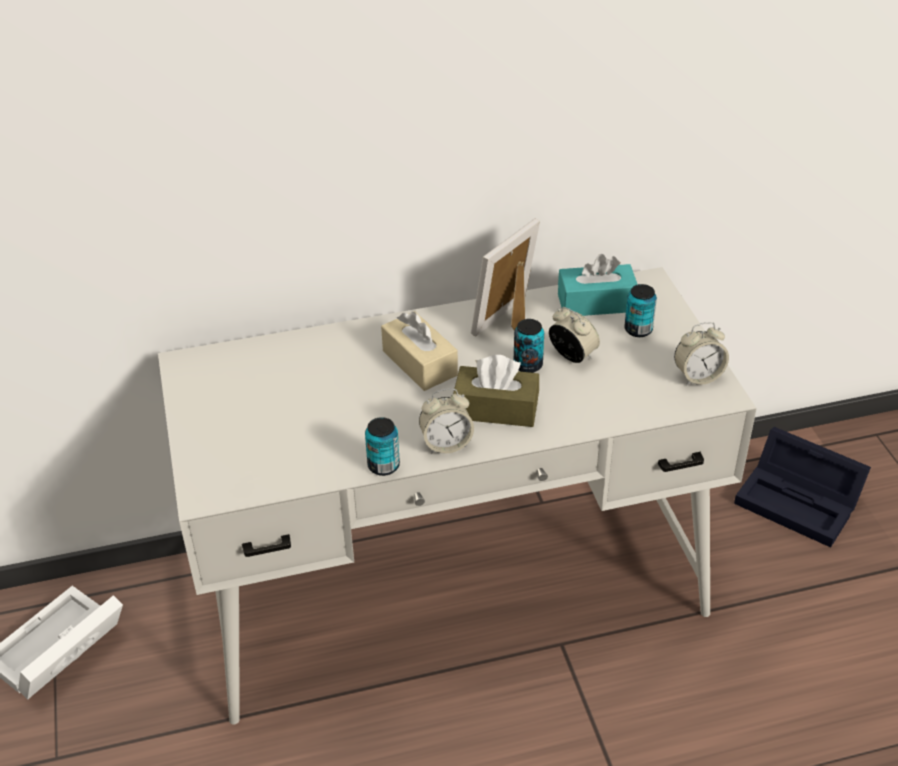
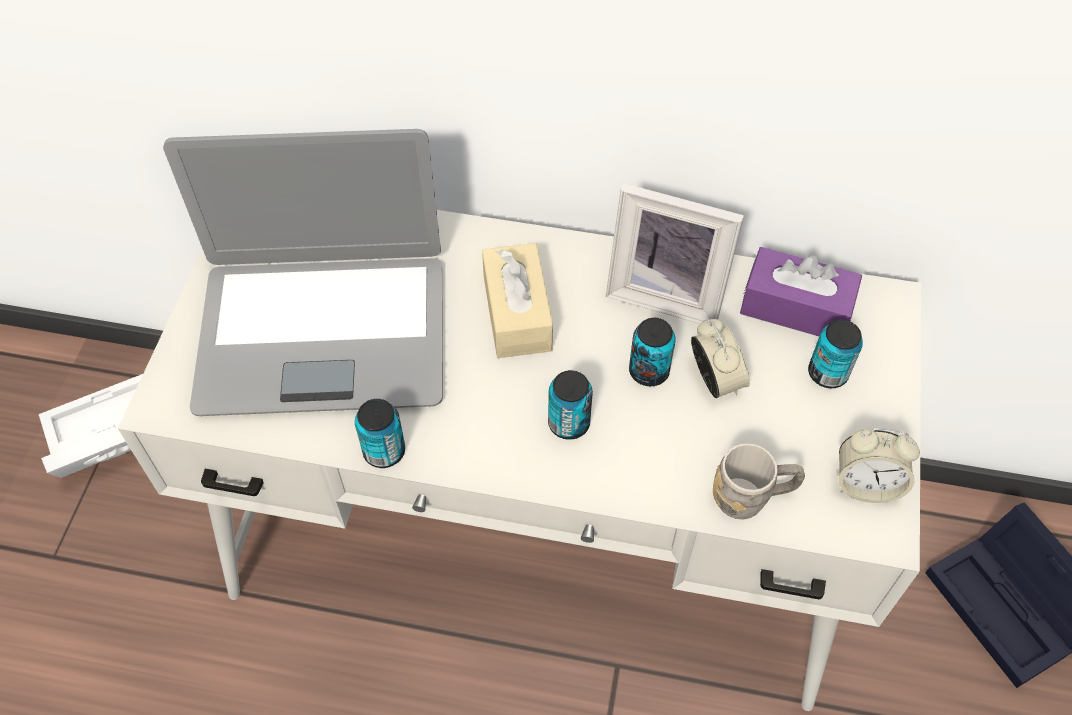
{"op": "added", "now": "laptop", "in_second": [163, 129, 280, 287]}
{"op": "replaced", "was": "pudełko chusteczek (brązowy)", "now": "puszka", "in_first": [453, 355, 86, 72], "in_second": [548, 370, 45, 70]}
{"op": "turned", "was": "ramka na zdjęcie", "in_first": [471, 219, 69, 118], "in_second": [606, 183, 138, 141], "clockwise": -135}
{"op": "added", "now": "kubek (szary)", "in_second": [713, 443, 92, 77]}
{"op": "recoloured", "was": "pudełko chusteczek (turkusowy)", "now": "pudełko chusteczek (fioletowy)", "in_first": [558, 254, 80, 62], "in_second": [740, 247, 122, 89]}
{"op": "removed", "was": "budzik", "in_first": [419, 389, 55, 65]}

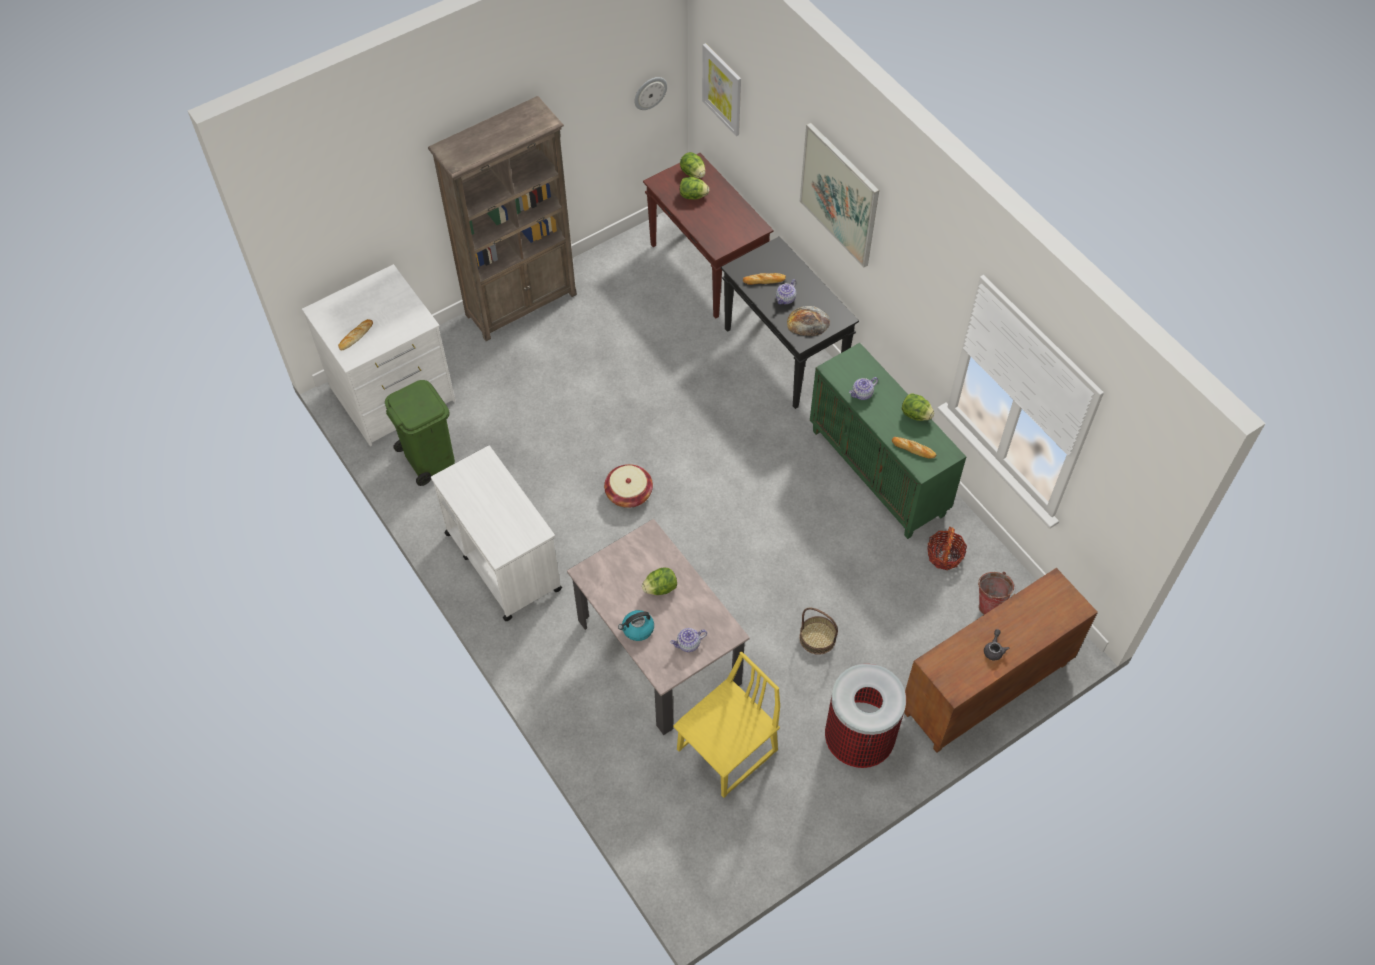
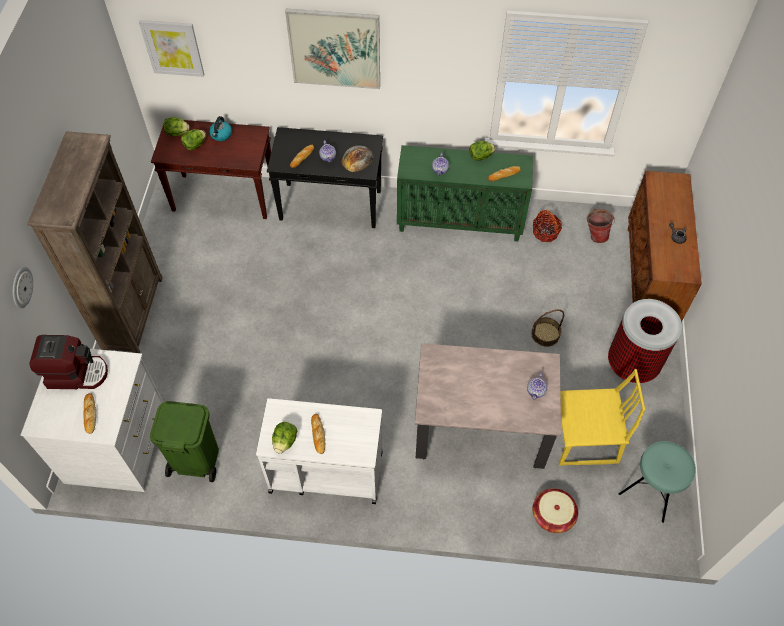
{"op": "moved", "was": "zegar ścienny", "in_first": [634, 77, 33, 33], "in_second": [13, 266, 20, 42]}
{"op": "added", "now": "ekspres do kawy", "in_second": [29, 335, 79, 54]}
{"op": "moved", "was": "czajnik", "in_first": [618, 610, 36, 31], "in_second": [209, 116, 23, 25]}
{"op": "moved", "was": "sałata", "in_first": [642, 567, 35, 28], "in_second": [272, 422, 26, 31]}
{"op": "added", "now": "chleb", "in_second": [311, 414, 14, 40]}
{"op": "moved", "was": "koszyk", "in_first": [604, 464, 49, 44], "in_second": [532, 488, 46, 45]}
{"op": "turned", "was": "krzesło (żółty)", "in_first": [673, 651, 107, 147], "in_second": [559, 369, 86, 97], "clockwise": 90}
{"op": "added", "now": "stołek (turkusowy)", "in_second": [619, 441, 77, 82]}

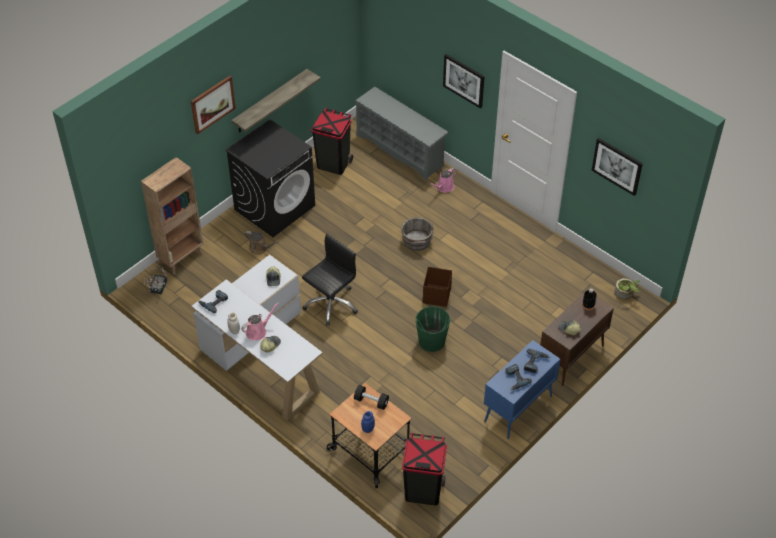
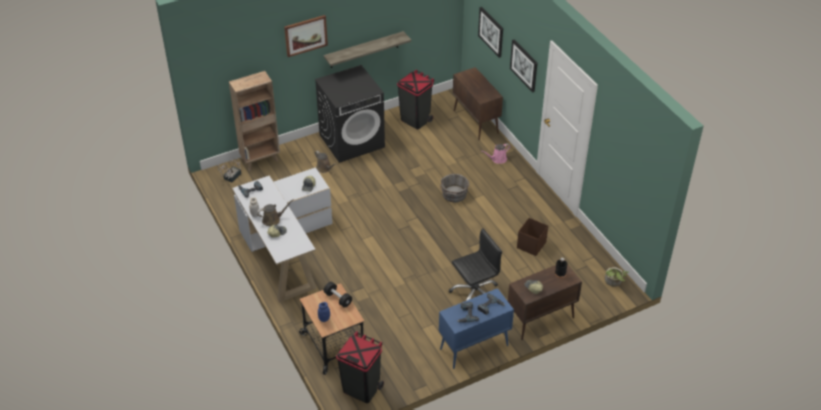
{"op": "recoloured", "was": "konewka (różowy)", "now": "konewka (brązowy)", "in_first": [241, 302, 37, 38], "in_second": [257, 199, 37, 27]}
{"op": "moved", "was": "krzesło biurowe (czarny)", "in_first": [302, 234, 56, 92], "in_second": [449, 228, 53, 73]}
{"op": "replaced", "was": "regał na buty (szary)", "now": "szafka (brązowy)", "in_first": [355, 87, 94, 93], "in_second": [453, 67, 50, 73]}
{"op": "moved", "was": "obraz", "in_first": [592, 138, 51, 58], "in_second": [478, 7, 25, 51]}
{"op": "moved", "was": "pojemnik do przechowywania (brązowy)", "in_first": [423, 267, 29, 40], "in_second": [517, 218, 31, 38]}
{"op": "removed", "was": "wiadro (zielony)", "in_first": [416, 306, 34, 46]}

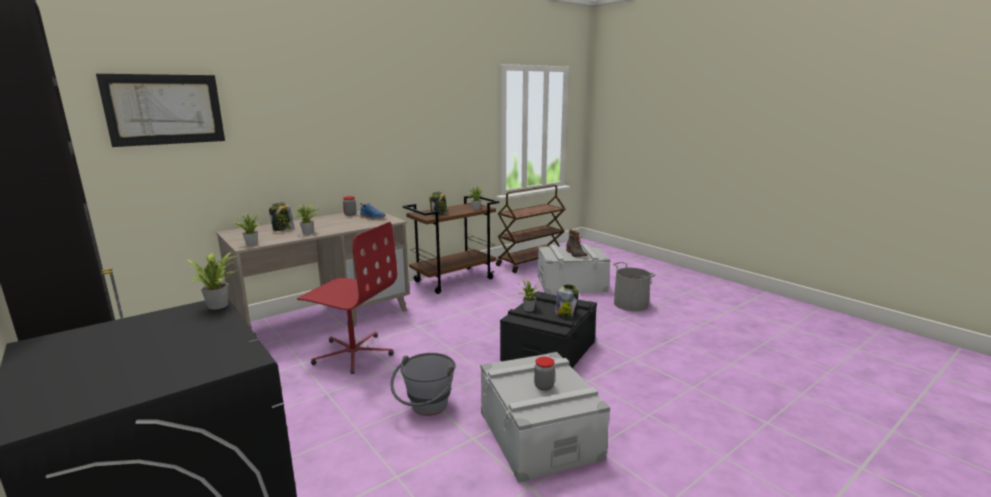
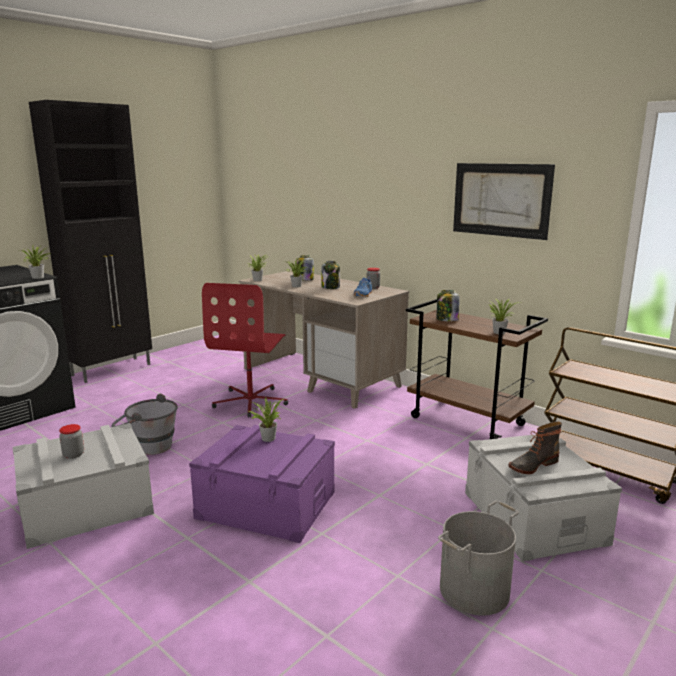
{"op": "recoloured", "was": "pojemnik do przechowywania (czarny)", "now": "pojemnik do przechowywania (fioletowy)", "in_first": [500, 291, 97, 77], "in_second": [189, 425, 146, 118]}
{"op": "moved", "was": "słoik", "in_first": [555, 285, 24, 32], "in_second": [321, 261, 19, 28]}
{"op": "moved", "was": "obraz", "in_first": [96, 74, 129, 73], "in_second": [453, 163, 102, 77]}

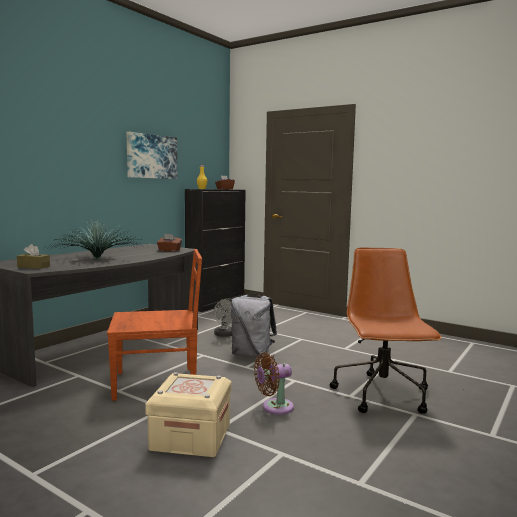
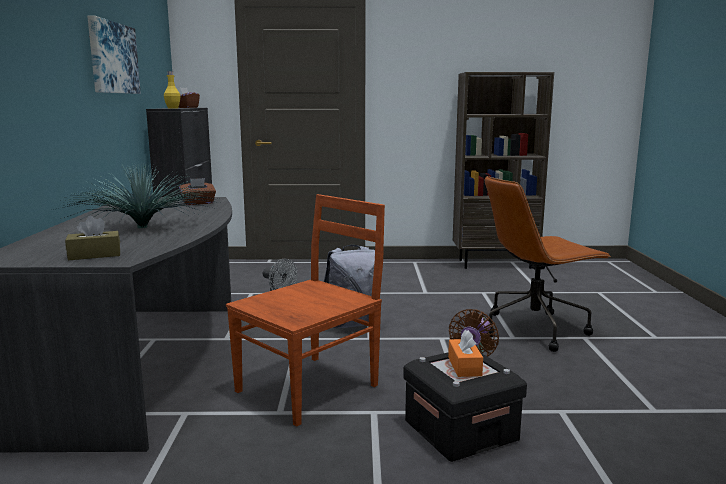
{"op": "recoloured", "was": "pojemnik do przechowywania (beżowy)", "now": "pojemnik do przechowywania (czarny)", "in_first": [145, 372, 87, 85], "in_second": [403, 352, 124, 110]}
{"op": "added", "now": "pudełko chusteczek (pomarańczowy)", "in_second": [448, 330, 35, 47]}
{"op": "added", "now": "regał (brązowy)", "in_second": [453, 72, 101, 197]}
{"op": "turned", "was": "krzesło biurowe (brązowy)", "in_first": [330, 247, 112, 167], "in_second": [485, 176, 126, 176], "clockwise": -75}

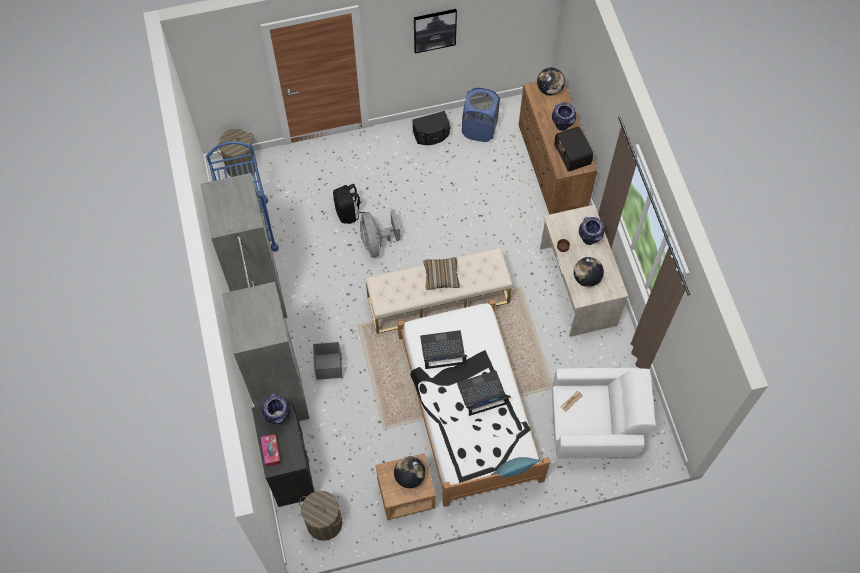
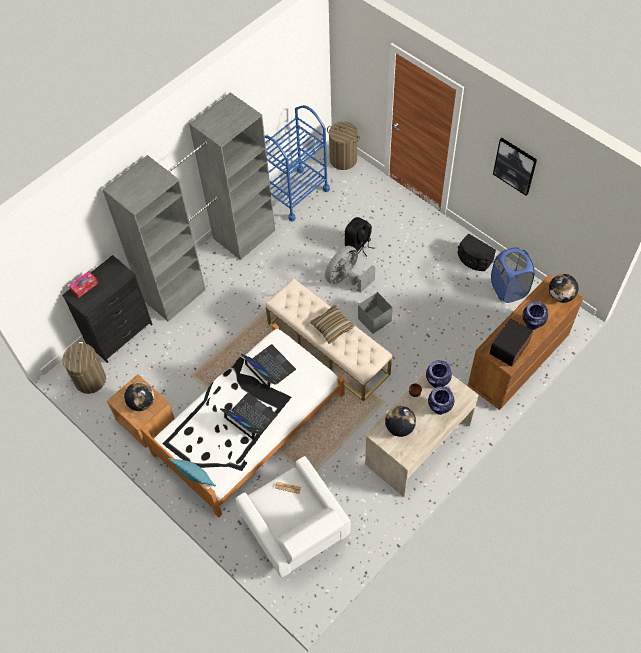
{"op": "moved", "was": "pojemnik do przechowywania (szary)", "in_first": [313, 342, 29, 38], "in_second": [358, 292, 35, 42]}
{"op": "moved", "was": "wazon", "in_first": [262, 394, 28, 30], "in_second": [426, 360, 26, 28]}

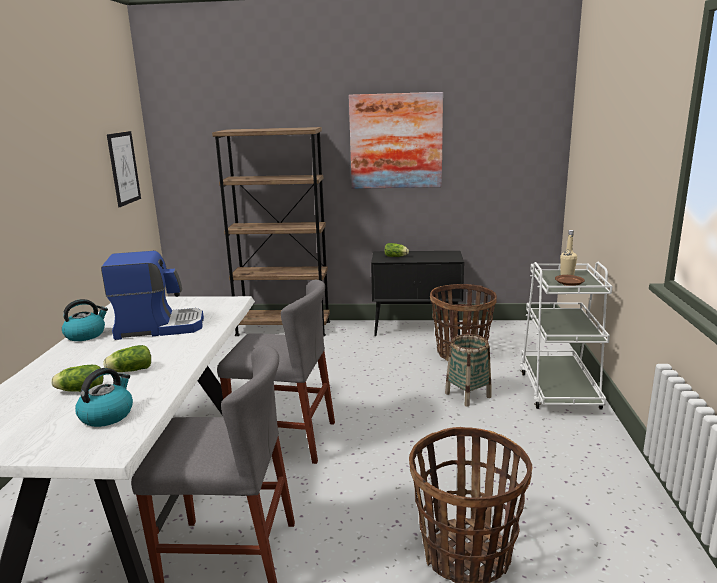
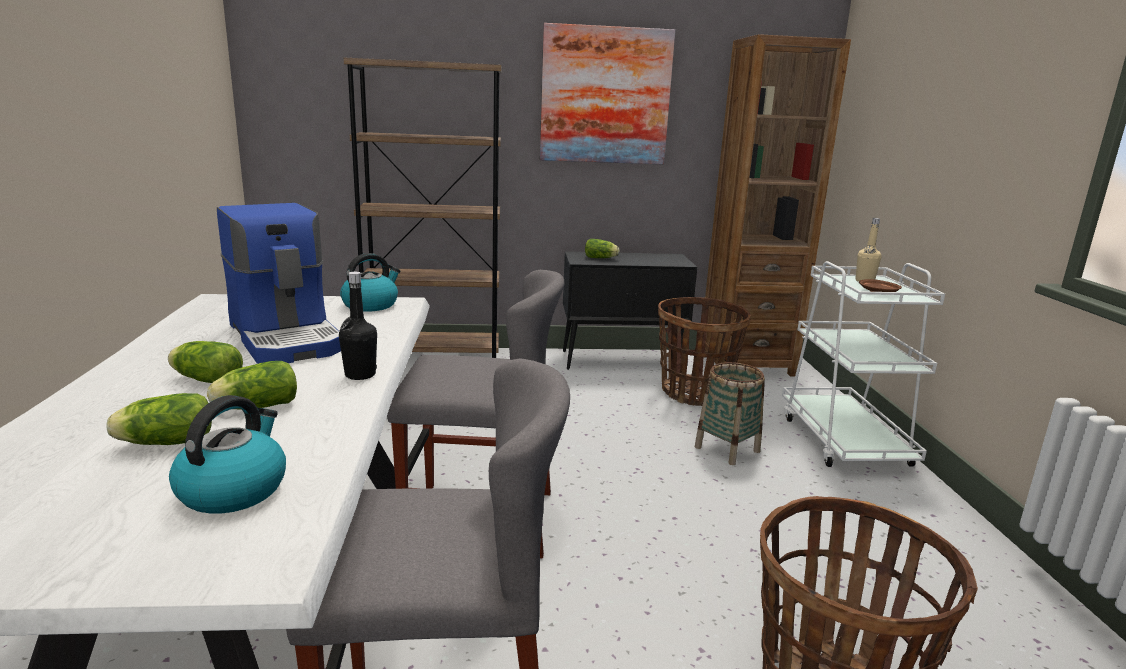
{"op": "added", "now": "sałata", "in_second": [168, 341, 75, 42]}
{"op": "turned", "was": "ekspres do kawy", "in_first": [101, 251, 103, 89], "in_second": [217, 203, 124, 161], "clockwise": 75}
{"op": "added", "now": "butelka (czarny)", "in_second": [339, 272, 38, 108]}
{"op": "moved", "was": "czajnik", "in_first": [62, 299, 46, 42], "in_second": [340, 253, 60, 59]}
{"op": "added", "now": "regał (brązowy)", "in_second": [705, 34, 146, 342]}
{"op": "removed", "was": "obraz", "in_first": [107, 131, 34, 76]}

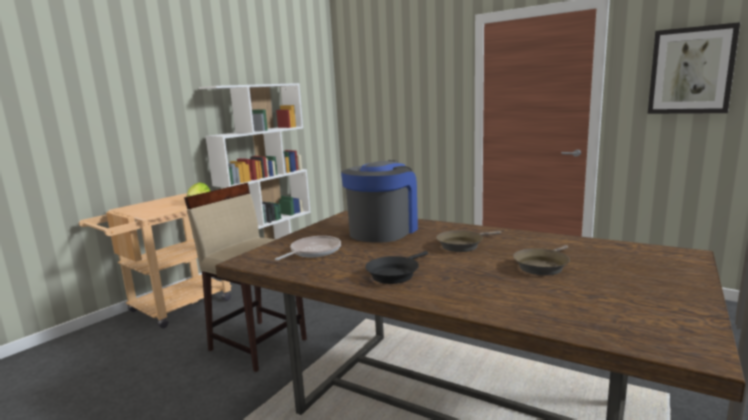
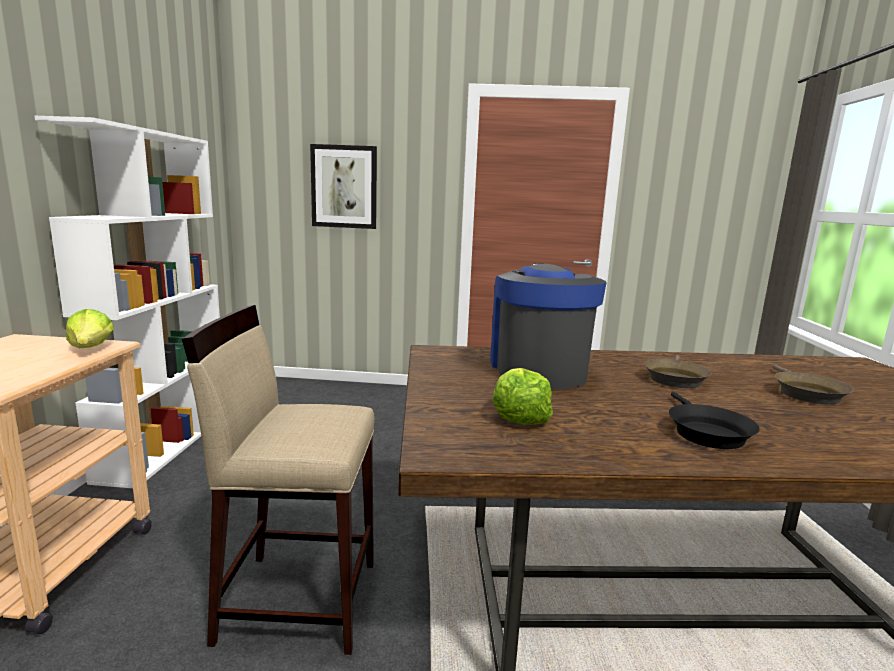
{"op": "moved", "was": "obraz", "in_first": [648, 22, 92, 92], "in_second": [310, 144, 67, 85]}
{"op": "replaced", "was": "patelnia", "now": "sałata", "in_first": [275, 236, 66, 24], "in_second": [492, 368, 61, 56]}

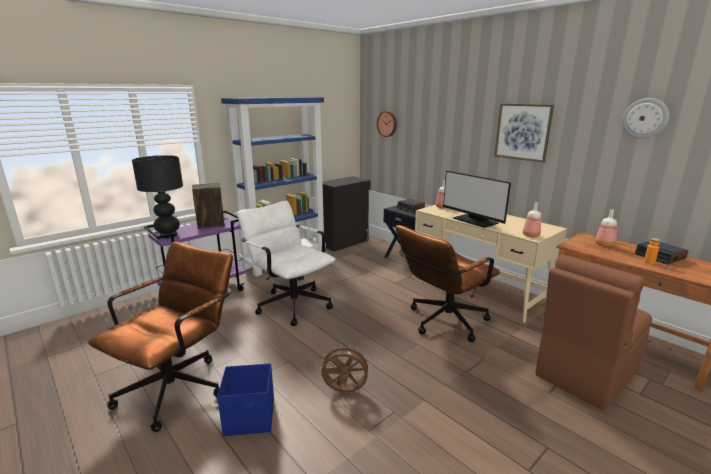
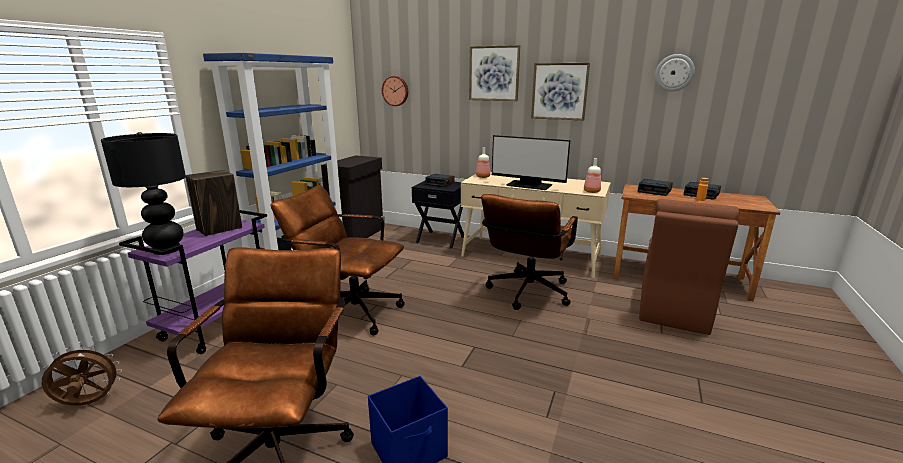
{"op": "moved", "was": "wentylator (brązowy)", "in_first": [320, 344, 51, 49], "in_second": [42, 345, 80, 61]}
{"op": "recoloured", "was": "krzesło biurowe (biały)", "now": "krzesło biurowe (brązowy)", "in_first": [237, 201, 98, 125], "in_second": [270, 185, 135, 150]}
{"op": "added", "now": "obraz", "in_second": [469, 45, 51, 56]}
{"op": "replaced", "was": "butelka", "now": "budzik", "in_first": [595, 209, 22, 38], "in_second": [638, 179, 35, 17]}

